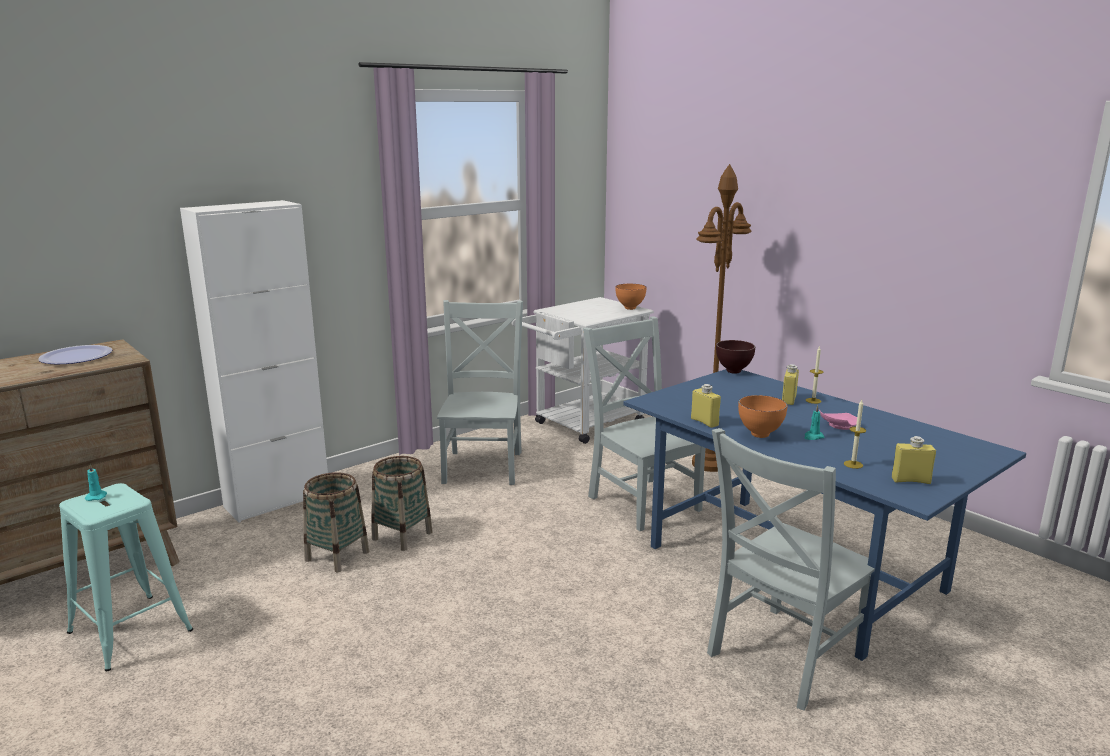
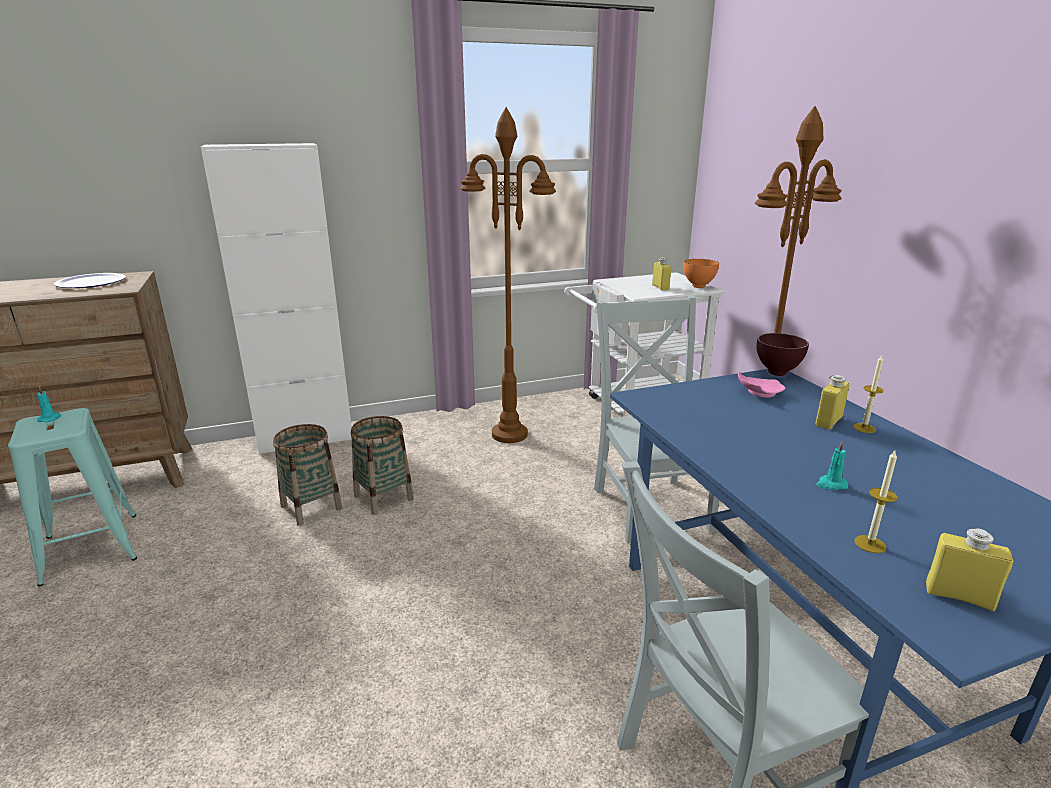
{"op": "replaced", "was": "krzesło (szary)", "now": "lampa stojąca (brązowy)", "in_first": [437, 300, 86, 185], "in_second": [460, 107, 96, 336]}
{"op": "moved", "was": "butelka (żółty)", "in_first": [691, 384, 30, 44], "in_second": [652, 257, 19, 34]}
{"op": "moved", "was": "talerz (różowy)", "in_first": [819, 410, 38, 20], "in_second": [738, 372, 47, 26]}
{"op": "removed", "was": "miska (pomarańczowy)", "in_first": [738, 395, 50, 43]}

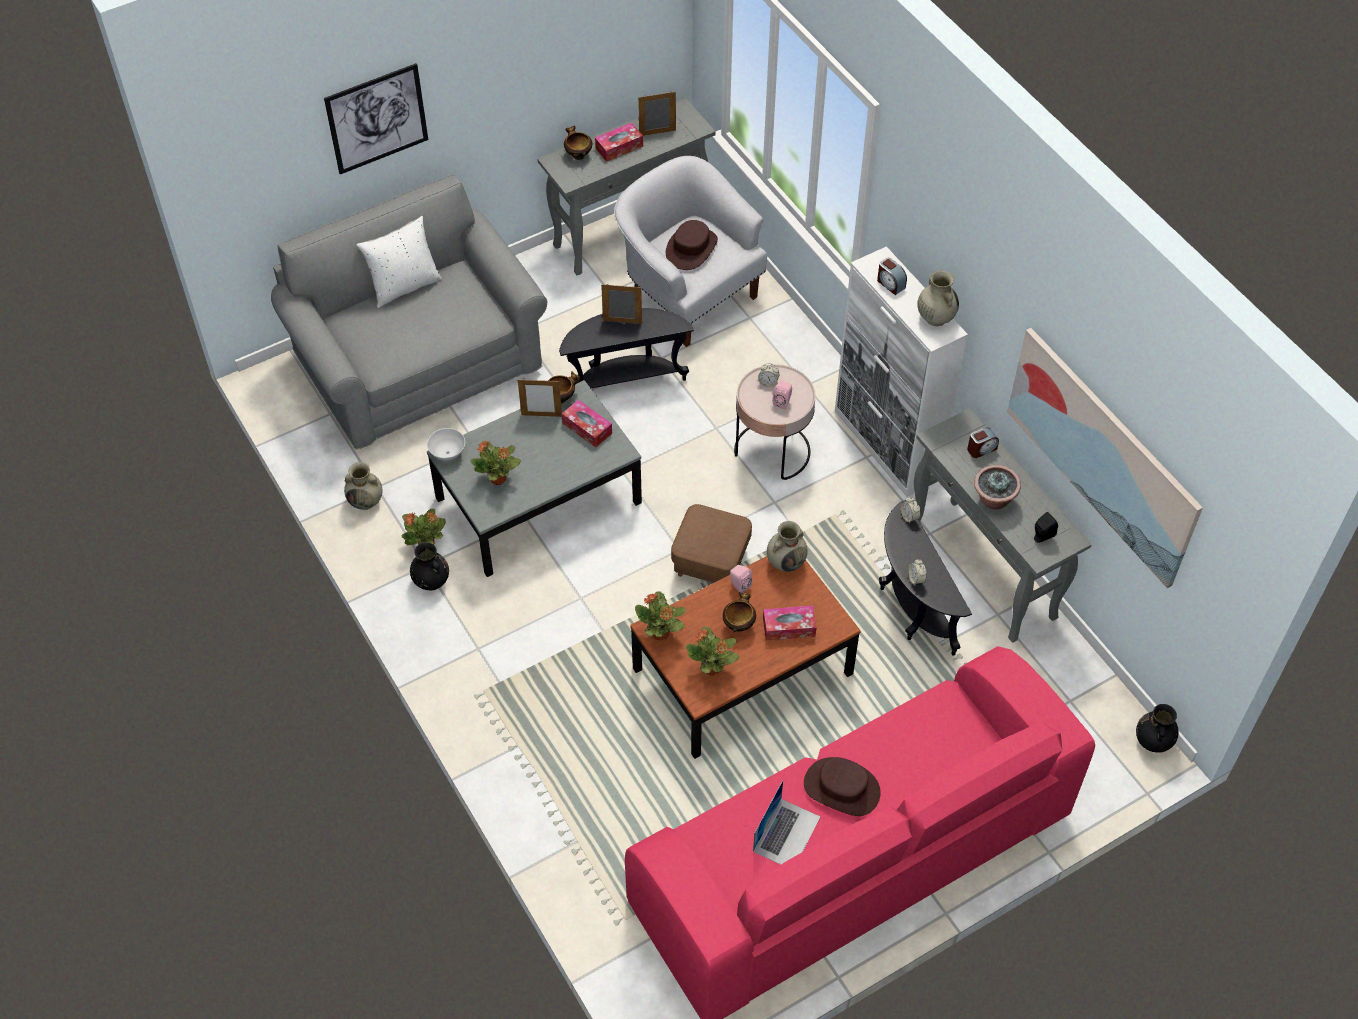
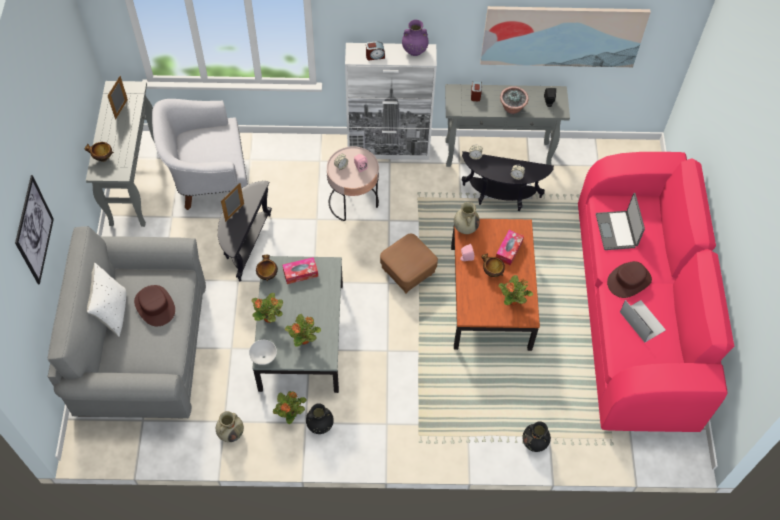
{"op": "moved", "was": "kapelusz (brązowy)", "in_first": [666, 220, 52, 50], "in_second": [134, 285, 41, 41]}
{"op": "moved", "was": "roślina doniczkowa", "in_first": [635, 591, 51, 50], "in_second": [251, 293, 32, 30]}
{"op": "recoloured", "was": "wazon (beżowy)", "now": "wazon (fioletowy)", "in_first": [917, 271, 42, 55], "in_second": [402, 20, 27, 36]}
{"op": "moved", "was": "wazon (czarny)", "in_first": [1136, 704, 42, 49], "in_second": [523, 421, 28, 31]}
{"op": "added", "now": "laptop", "in_second": [596, 193, 49, 57]}
{"op": "removed", "was": "ramka na zdjęcie", "in_first": [518, 378, 44, 39]}
{"op": "removed", "was": "pudełko chusteczek", "in_first": [595, 123, 48, 39]}

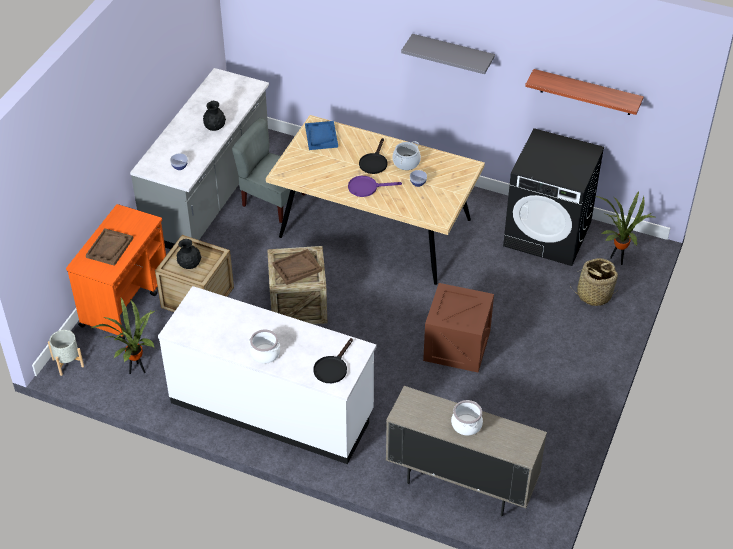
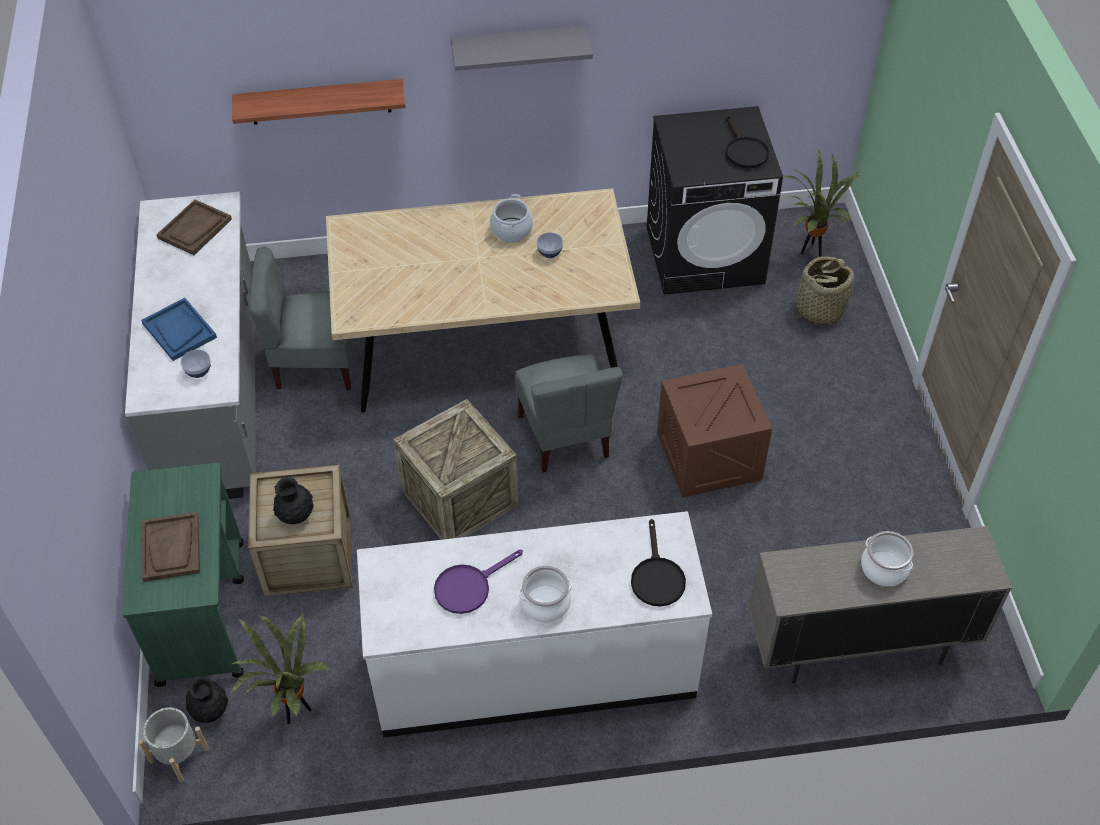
{"op": "recoloured", "was": "wózek (pomarańczowy)", "now": "wózek (zielony)", "in_first": [66, 204, 100, 135], "in_second": [122, 462, 122, 225]}
{"op": "moved", "was": "taca (niebieski)", "in_first": [305, 121, 33, 29], "in_second": [141, 298, 76, 63]}
{"op": "moved", "was": "taca (brązowy)", "in_first": [273, 249, 49, 36], "in_second": [156, 200, 76, 55]}
{"op": "moved", "was": "wazon (czarny)", "in_first": [203, 101, 23, 30], "in_second": [186, 676, 42, 47]}
{"op": "moved", "was": "półka", "in_first": [525, 69, 119, 46], "in_second": [232, 79, 174, 46]}
{"op": "moved", "was": "patelnia (fioletowy)", "in_first": [348, 176, 54, 21], "in_second": [434, 550, 89, 64]}
{"op": "added", "now": "krzesło (szary)", "in_second": [515, 355, 108, 118]}
{"op": "moved", "was": "patelnia (czarny)", "in_first": [359, 138, 29, 36], "in_second": [726, 115, 43, 53]}

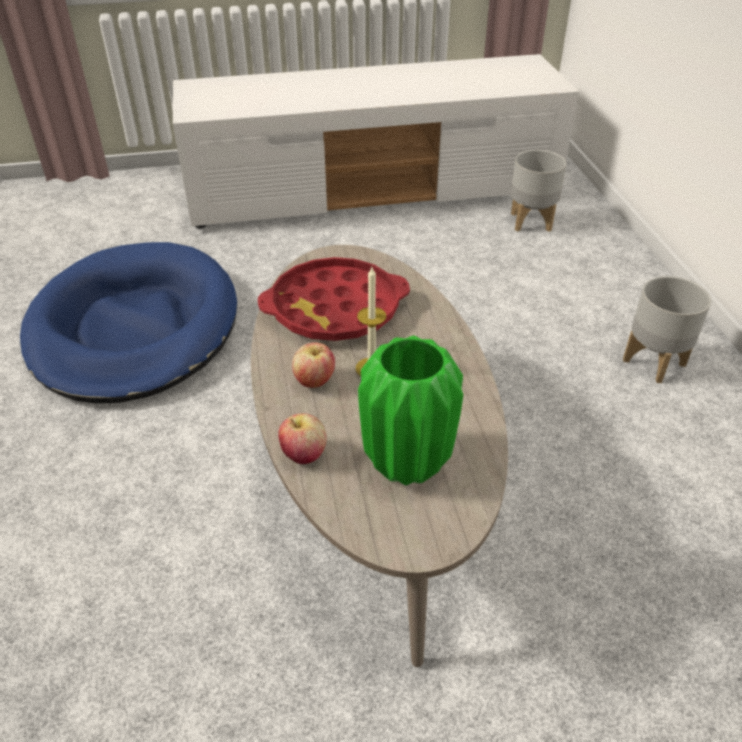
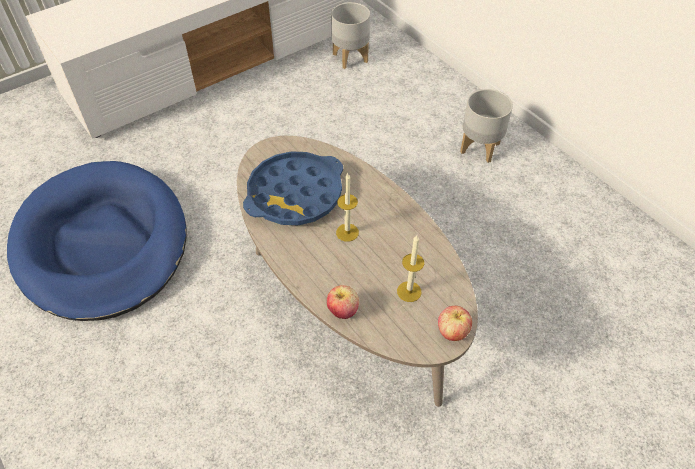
{"op": "recoloured", "was": "taca (czerwony)", "now": "taca (niebieski)", "in_first": [258, 257, 152, 84], "in_second": [243, 152, 100, 73]}
{"op": "replaced", "was": "wazon (zielony)", "now": "świeca", "in_first": [358, 336, 105, 149], "in_second": [397, 235, 27, 67]}
{"op": "moved", "was": "jabłko", "in_first": [292, 342, 43, 46], "in_second": [438, 306, 34, 35]}

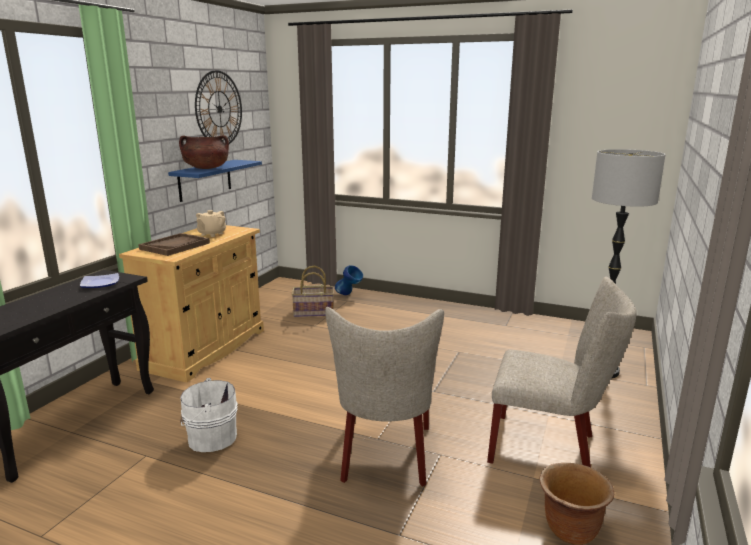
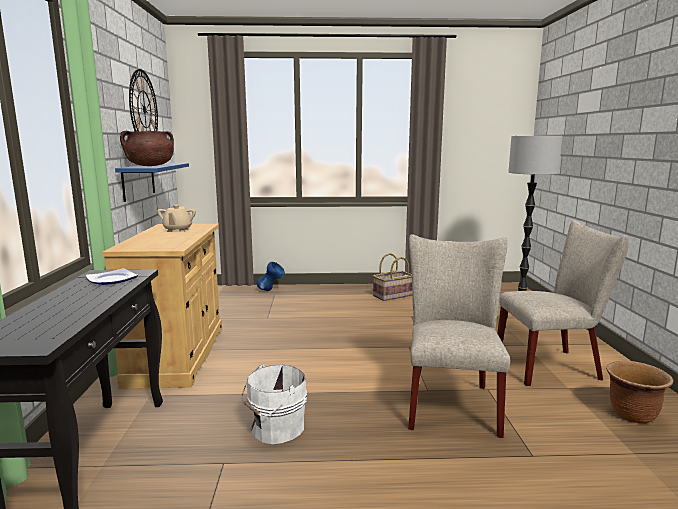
{"op": "moved", "was": "koszyk", "in_first": [292, 266, 42, 51], "in_second": [373, 253, 39, 48]}
{"op": "turned", "was": "krzesło (beżowy)", "in_first": [325, 307, 119, 180], "in_second": [408, 234, 102, 204], "clockwise": -150}
{"op": "removed", "was": "taca (brązowy)", "in_first": [138, 233, 72, 23]}

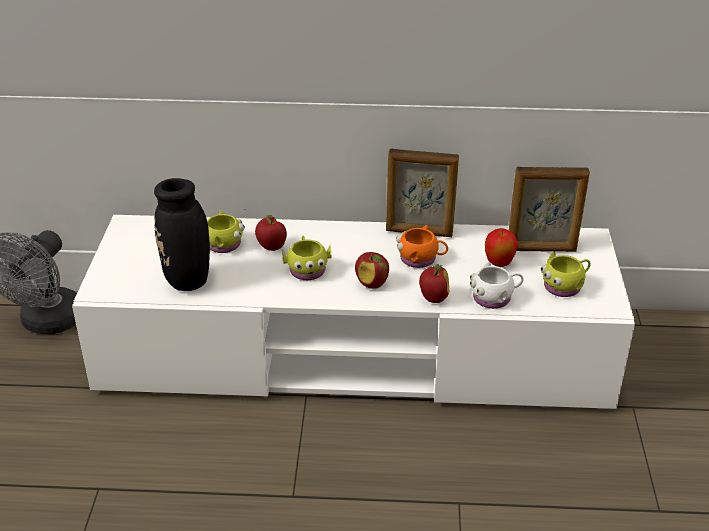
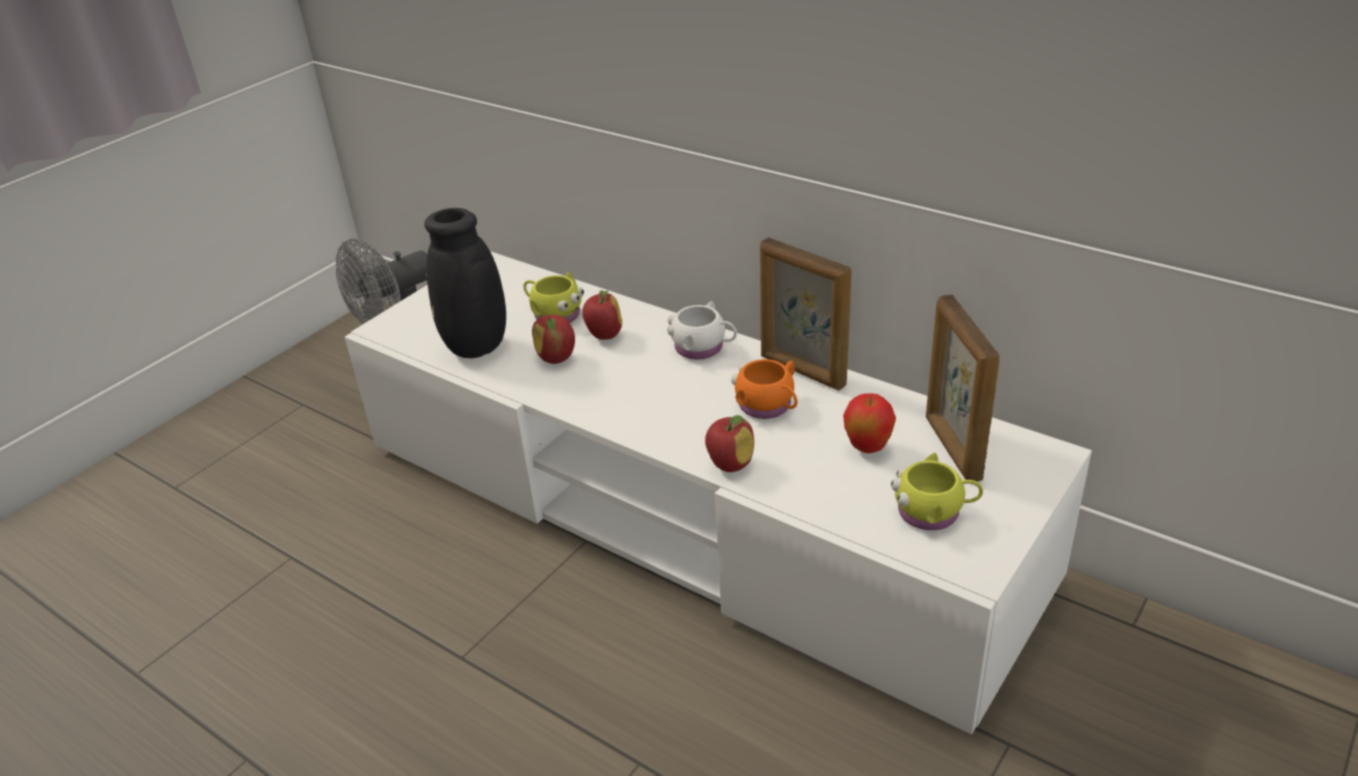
{"op": "moved", "was": "jabłko", "in_first": [355, 252, 34, 37], "in_second": [532, 314, 43, 50]}
{"op": "moved", "was": "kubek (biały)", "in_first": [470, 261, 53, 48], "in_second": [667, 301, 70, 58]}
{"op": "turned", "was": "ramka na zdjęcie", "in_first": [509, 167, 81, 85], "in_second": [926, 295, 74, 186], "clockwise": 45}
{"op": "removed", "was": "kubek (żółty)", "in_first": [282, 236, 49, 44]}

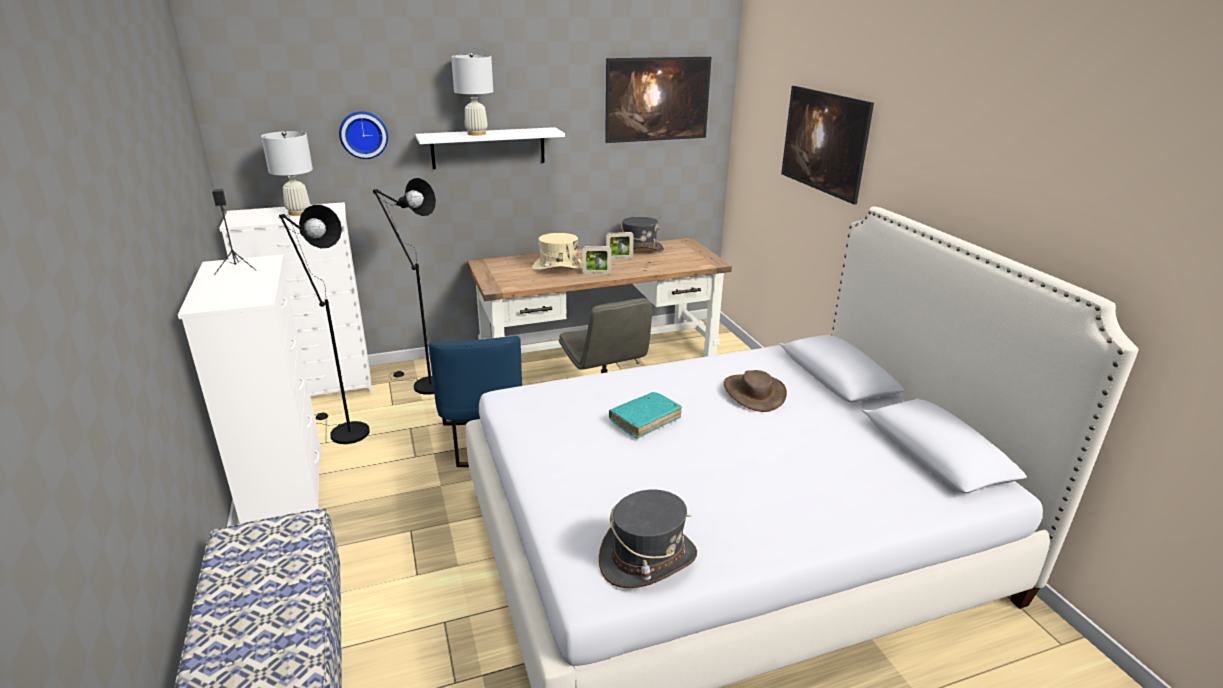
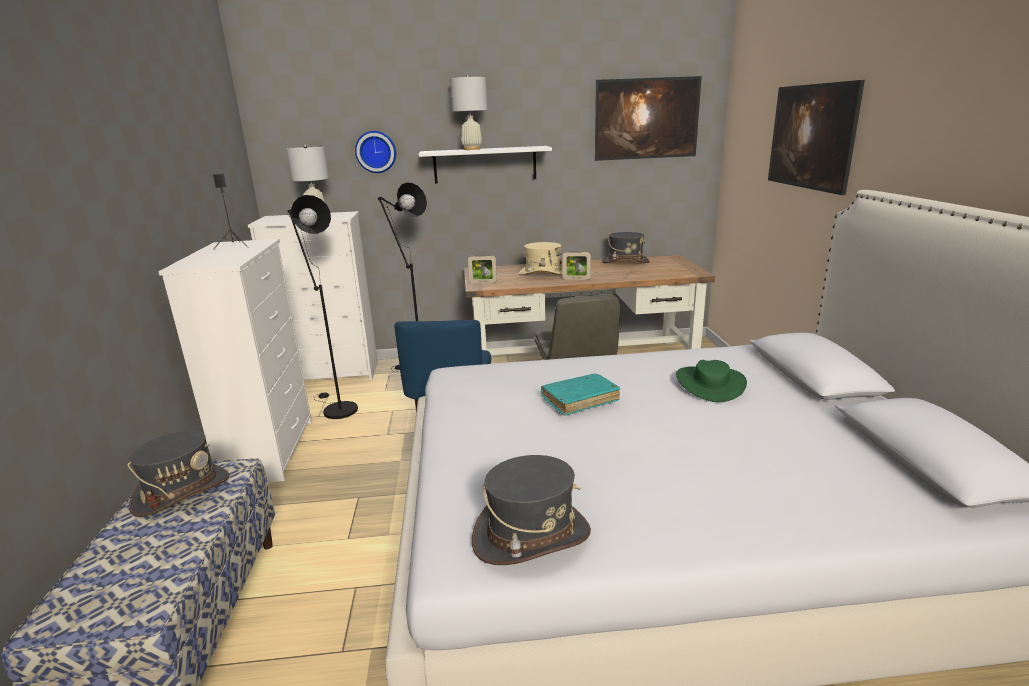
{"op": "added", "now": "kapelusz (szary)", "in_second": [128, 431, 102, 86]}
{"op": "moved", "was": "ramka na zdjęcie", "in_first": [606, 232, 28, 28], "in_second": [468, 255, 29, 28]}
{"op": "recoloured", "was": "kapelusz (brązowy)", "now": "kapelusz (zielony)", "in_first": [724, 370, 63, 42], "in_second": [676, 360, 71, 42]}

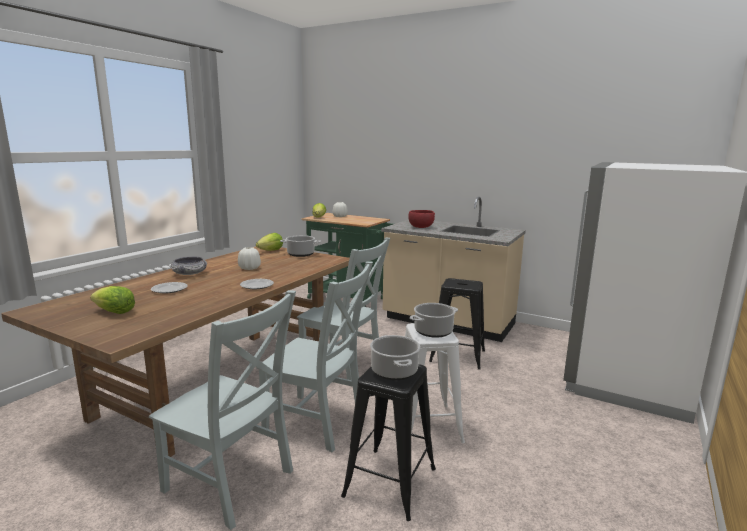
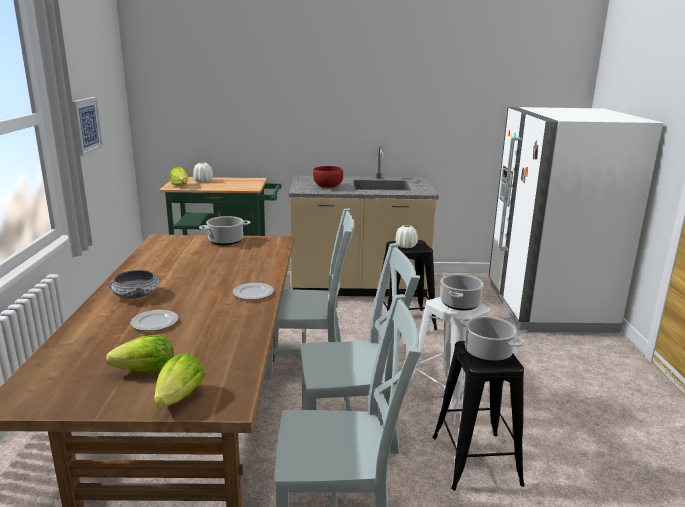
{"op": "added", "now": "obraz", "in_second": [72, 97, 31, 59]}
{"op": "moved", "was": "sałata", "in_first": [256, 233, 27, 18], "in_second": [154, 353, 50, 54]}
{"op": "moved", "was": "wazon (biały)", "in_first": [238, 247, 23, 23], "in_second": [396, 225, 22, 23]}

